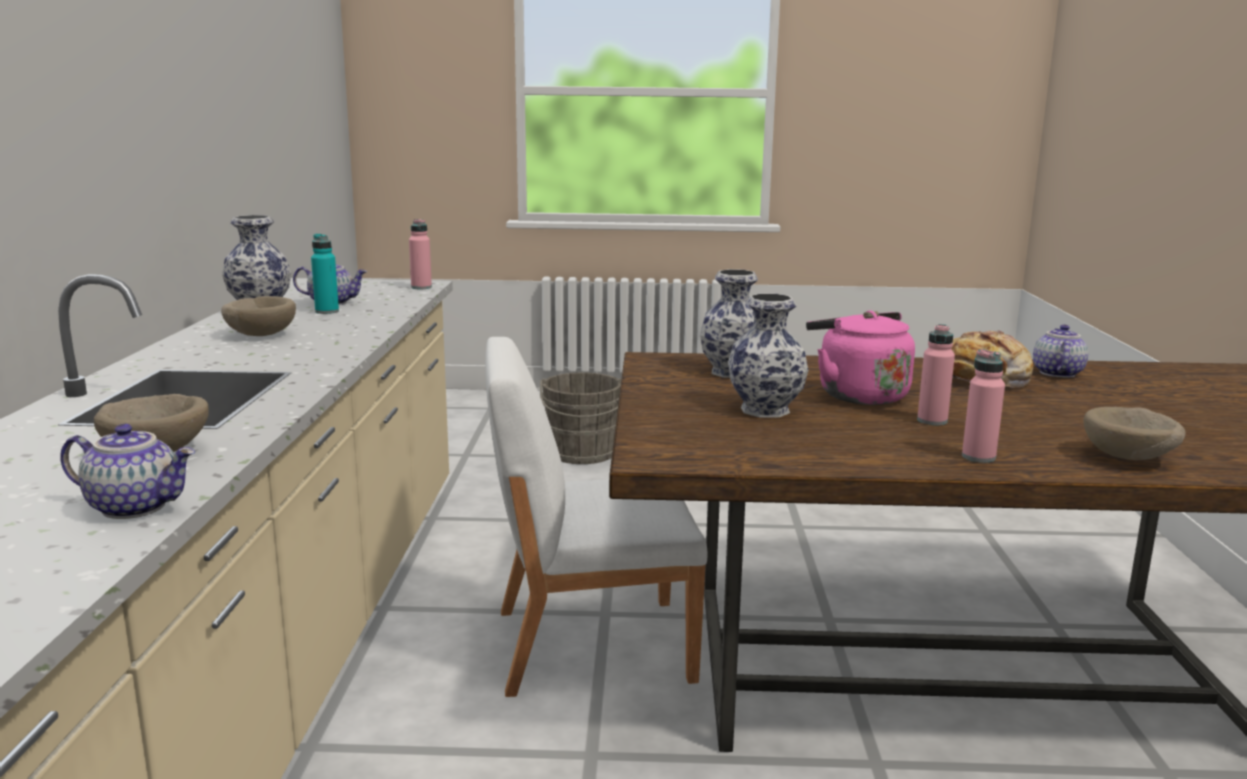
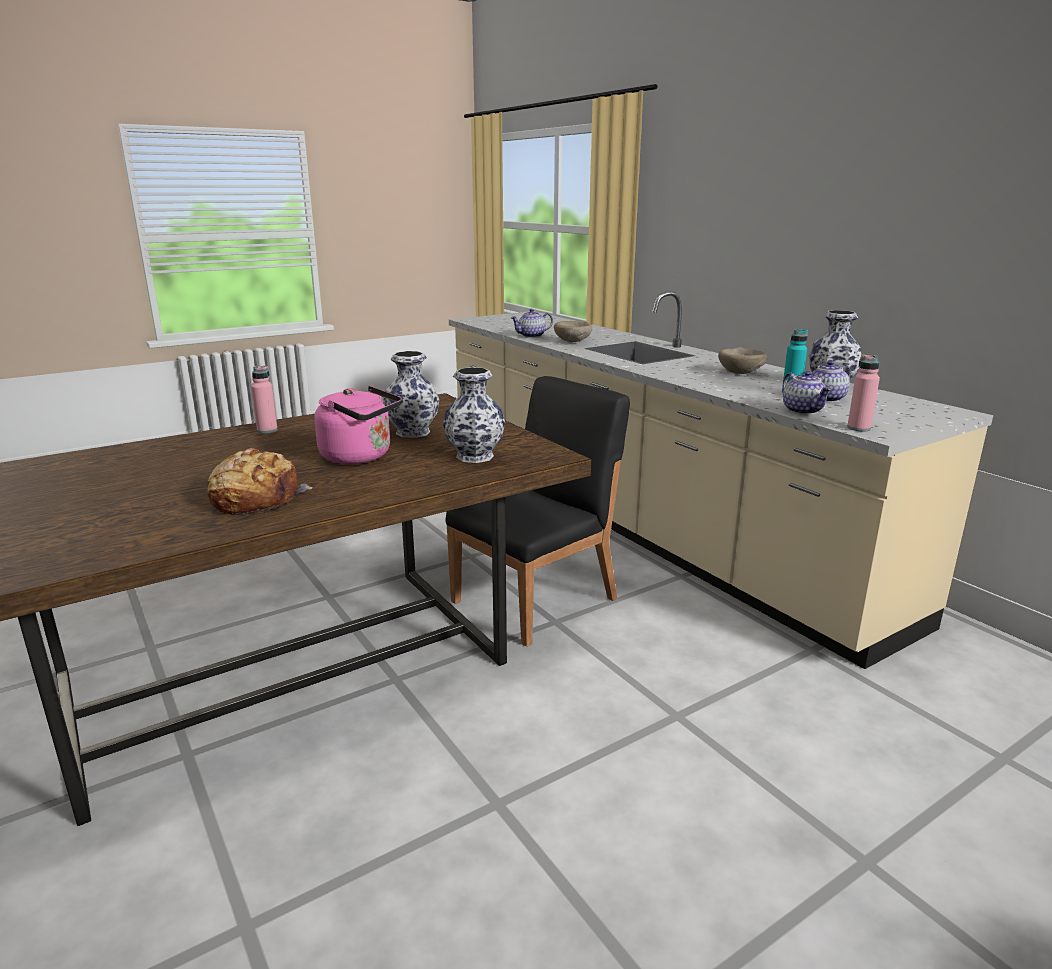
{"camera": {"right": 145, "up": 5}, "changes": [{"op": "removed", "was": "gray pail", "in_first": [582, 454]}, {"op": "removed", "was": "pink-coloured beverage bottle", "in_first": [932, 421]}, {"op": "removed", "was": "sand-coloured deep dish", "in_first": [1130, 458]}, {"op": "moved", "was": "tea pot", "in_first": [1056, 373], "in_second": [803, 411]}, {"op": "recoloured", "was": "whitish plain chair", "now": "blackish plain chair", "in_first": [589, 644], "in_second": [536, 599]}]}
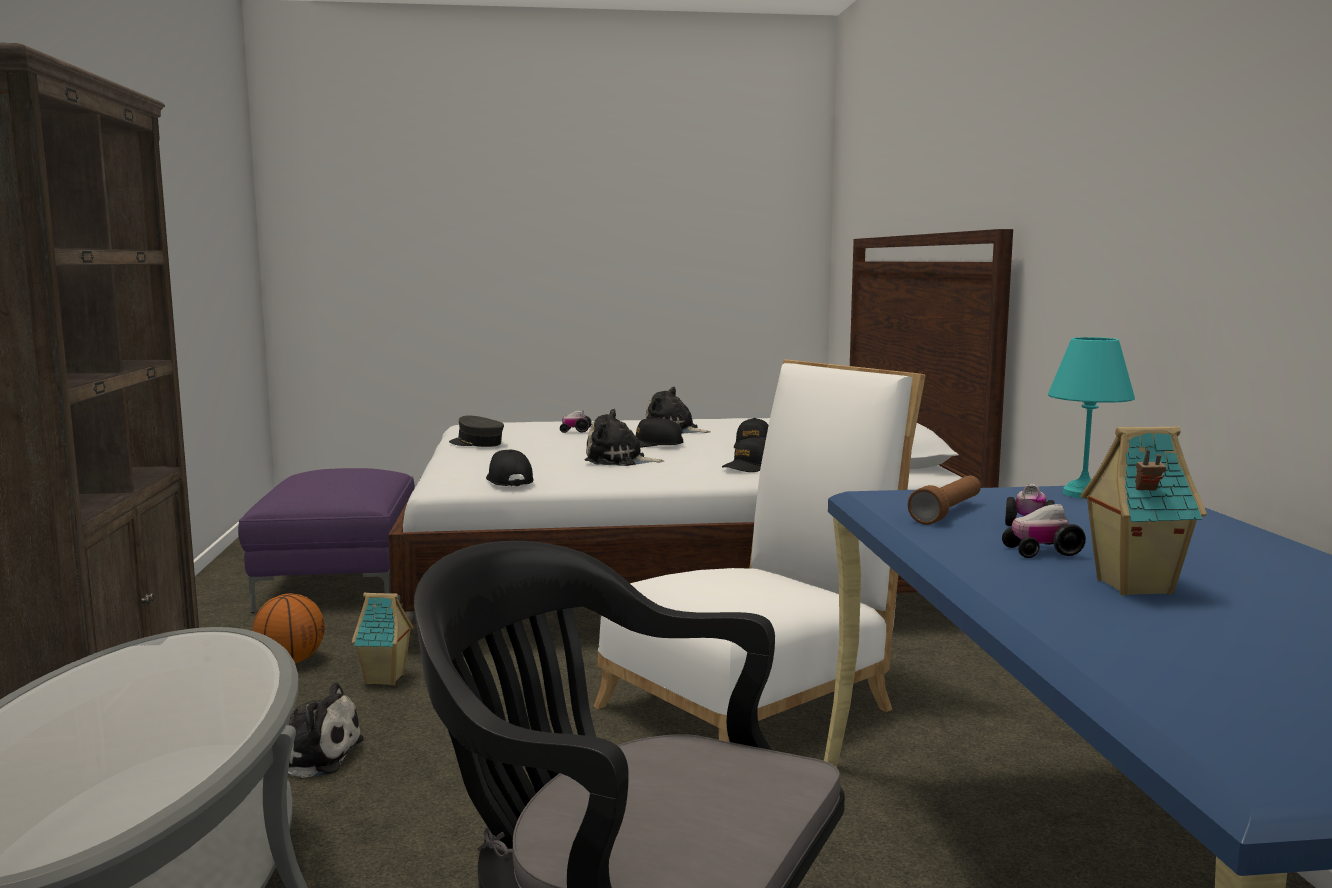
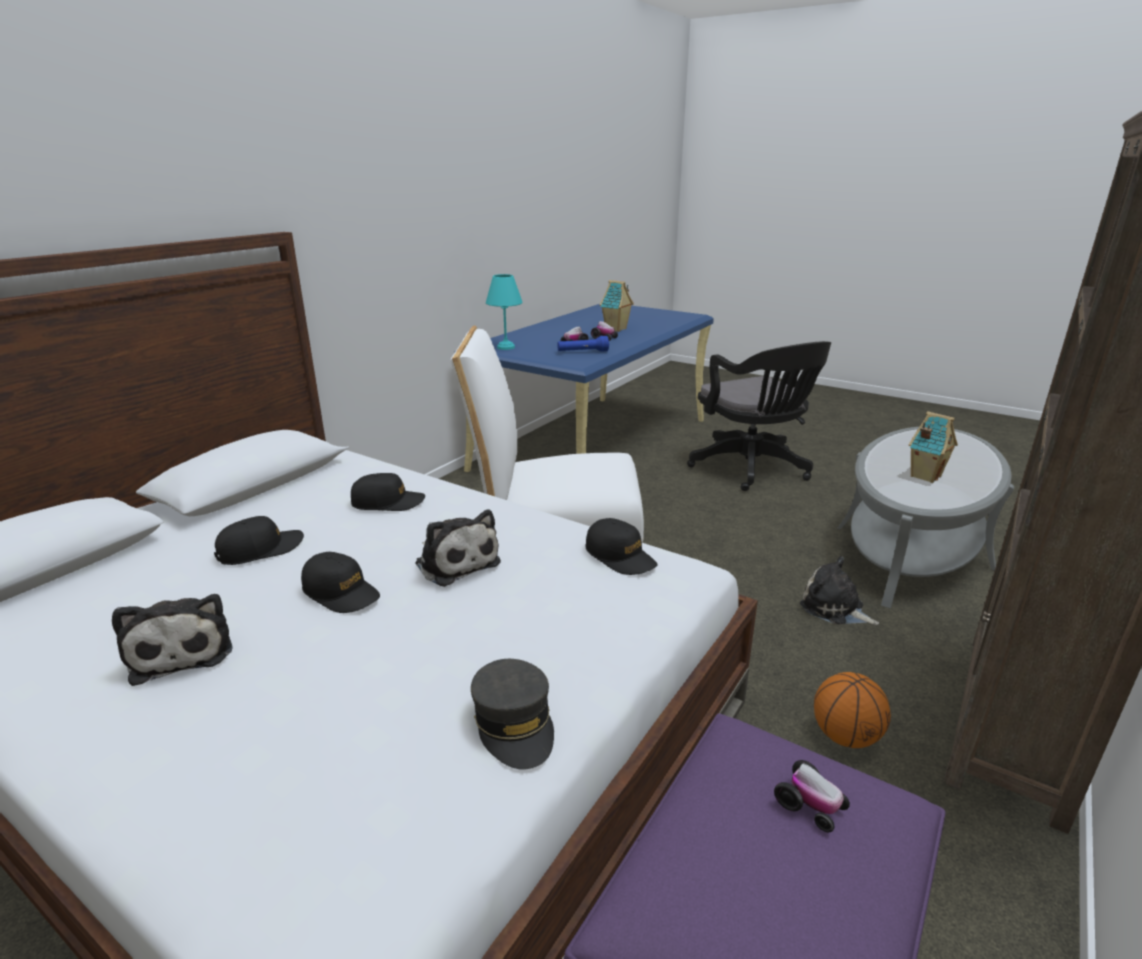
{"camera": {"right": -140, "up": 15}, "changes": [{"op": "moved", "was": "miniature house", "in_first": [386, 679], "in_second": [924, 476]}, {"op": "moved", "was": "model car", "in_first": [575, 431], "in_second": [810, 805]}, {"op": "recoloured", "was": "brown-coloured torch", "now": "blue-coloured torch", "in_first": [947, 513], "in_second": [582, 352]}, {"op": "turned", "was": "blackish cap", "in_first": [508, 480], "in_second": [620, 556], "clockwise": -60}]}
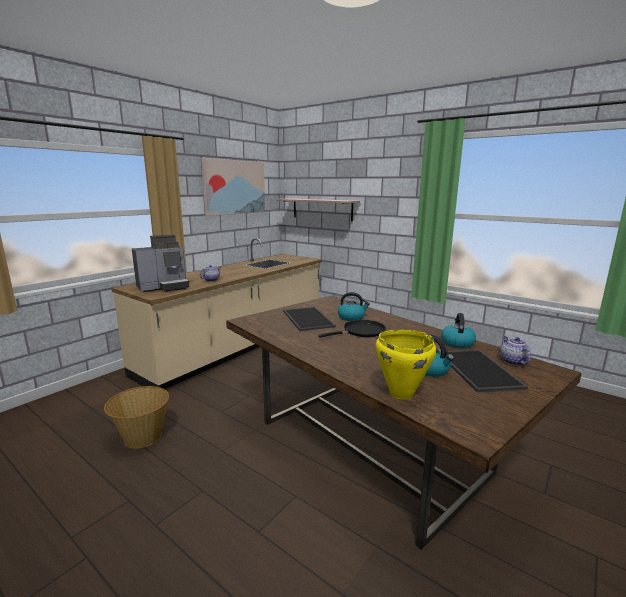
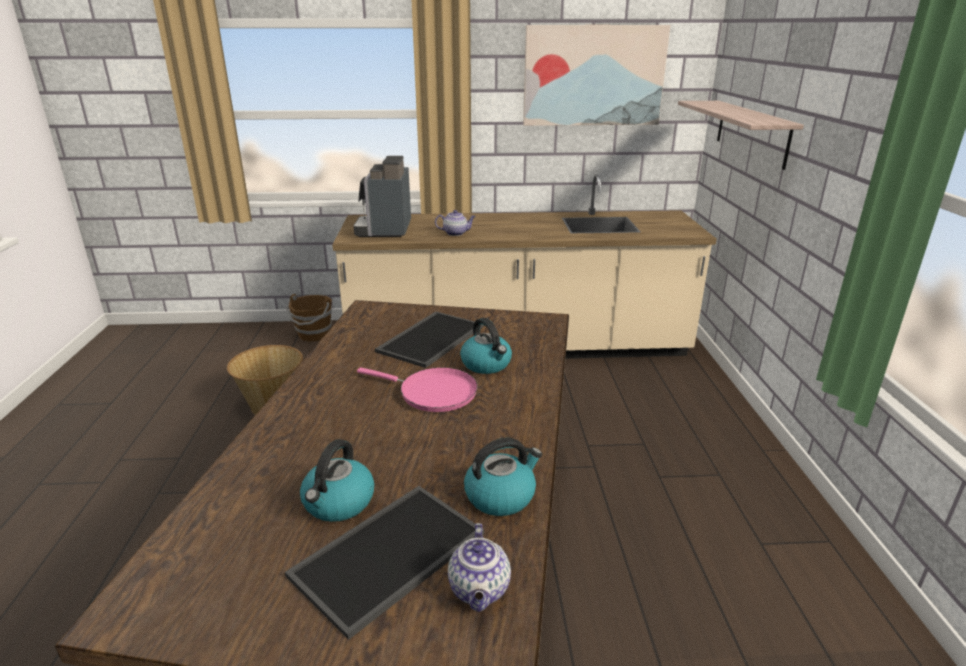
{"camera": {"right": 50, "up": 10}, "changes": [{"op": "removed", "was": "yellow stockpot", "in_first": [400, 393]}, {"op": "added", "now": "brown-coloured pail", "in_second": [314, 335]}, {"op": "recoloured", "was": "blackish pan", "now": "pink-coloured pan", "in_first": [361, 332], "in_second": [433, 393]}, {"op": "turned", "was": "coffee brewer", "in_first": [164, 287], "in_second": [386, 229], "clockwise": 75}, {"op": "turned", "was": "tea pot", "in_first": [512, 361], "in_second": [480, 590], "clockwise": 135}]}
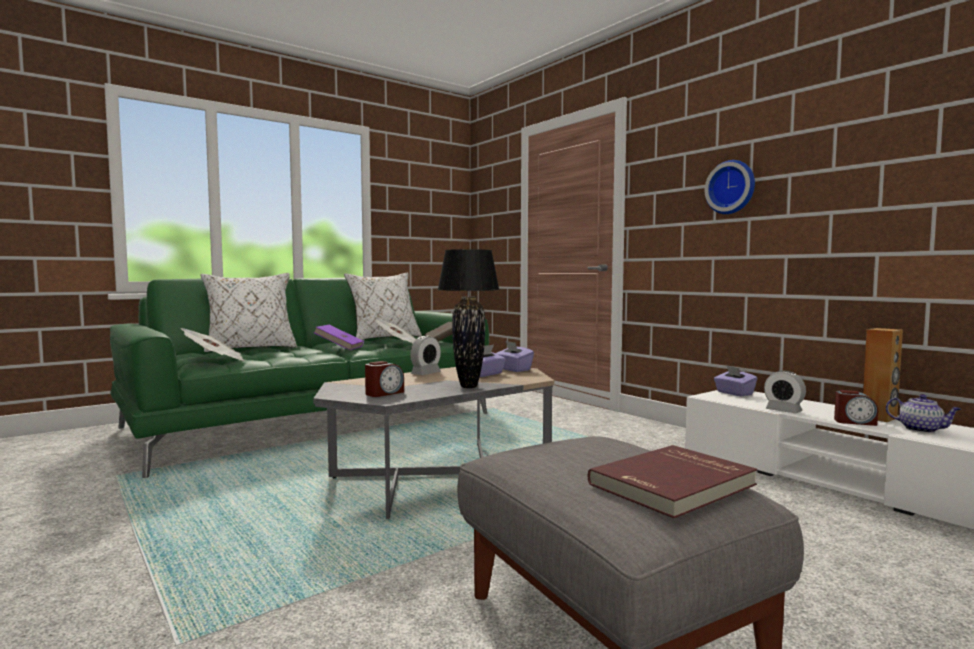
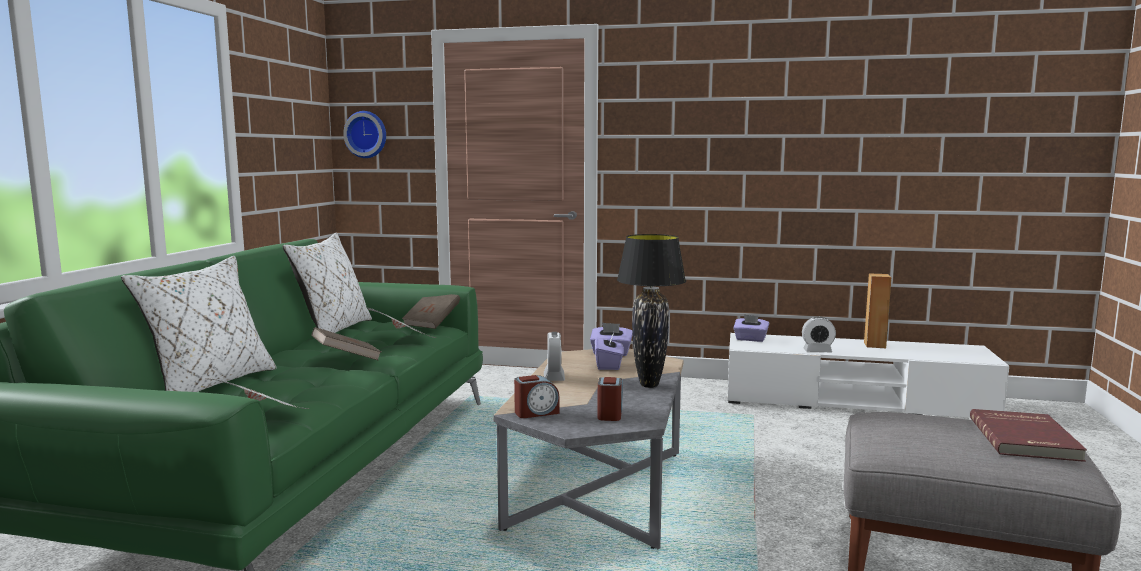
{"camera": {"right": -40, "up": 5}, "changes": [{"op": "removed", "was": "tea pot", "in_first": [921, 429]}, {"op": "moved", "was": "hanging clock", "in_first": [731, 187], "in_second": [366, 134]}, {"op": "moved", "was": "alarm clock", "in_first": [854, 422], "in_second": [536, 412]}, {"op": "recoloured", "was": "purplish bound book", "now": "brown-coloured bound book", "in_first": [339, 348], "in_second": [347, 359]}]}
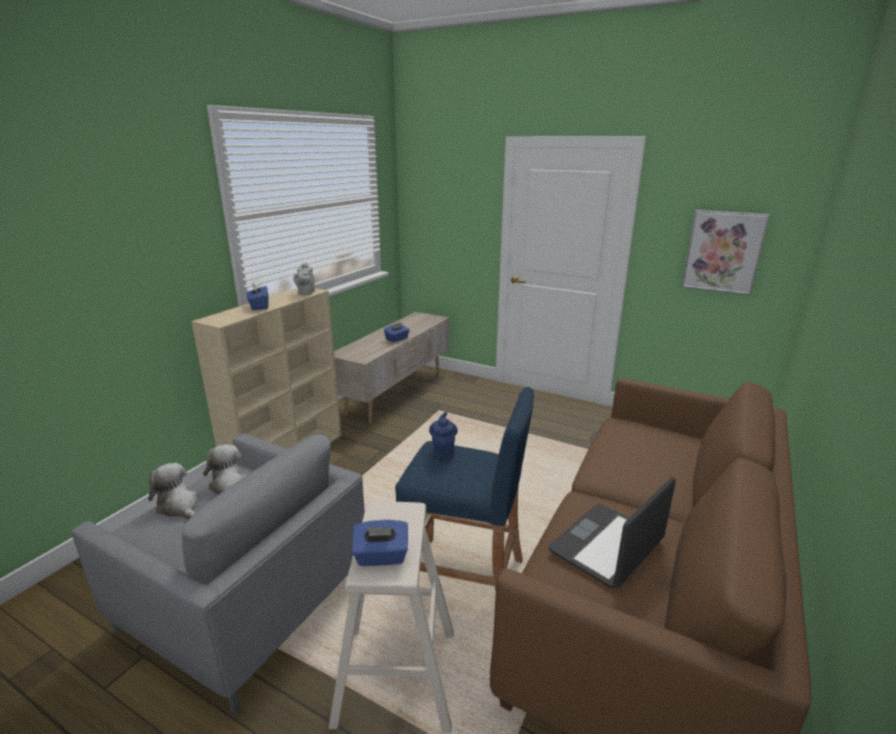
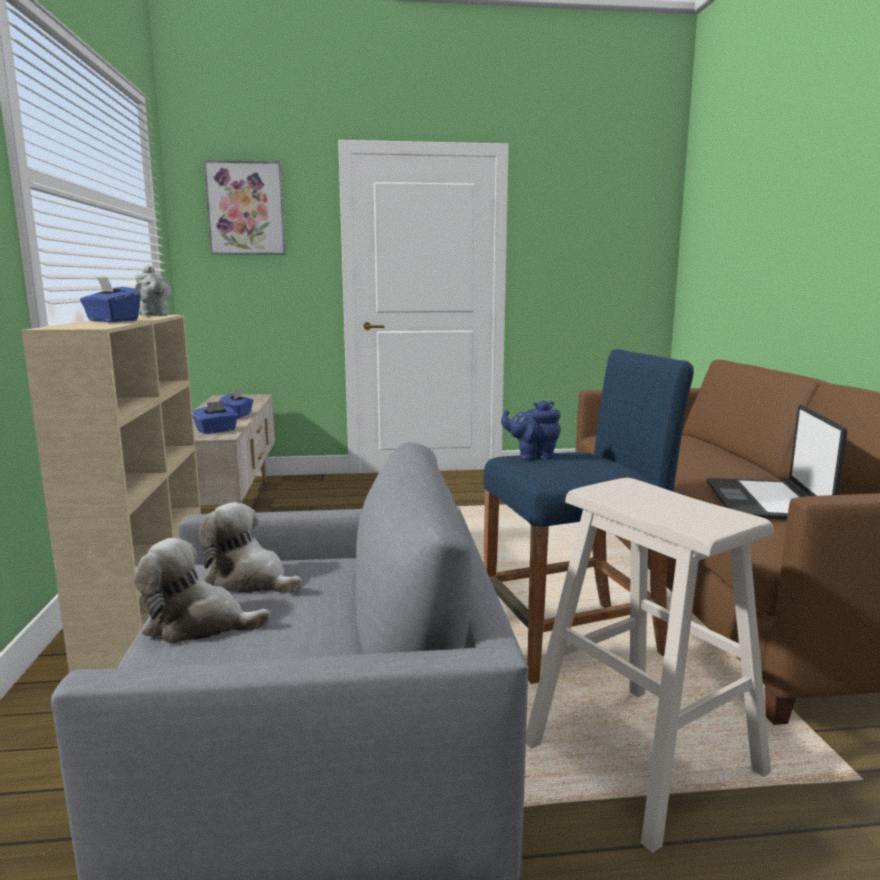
{"camera": {"right": -35, "up": -10}, "changes": [{"op": "moved", "was": "blue-coloured tissue holder", "in_first": [381, 557], "in_second": [216, 430]}, {"op": "moved", "was": "picture", "in_first": [723, 252], "in_second": [246, 208]}, {"op": "turned", "was": "blue-coloured tea pot", "in_first": [443, 451], "in_second": [533, 456], "clockwise": -60}]}
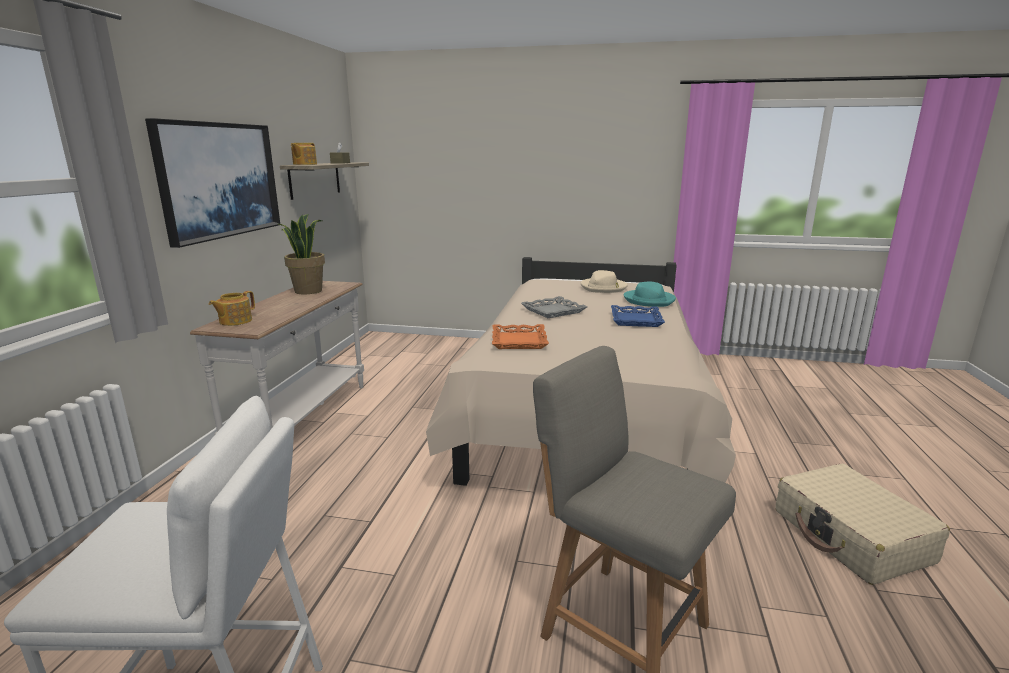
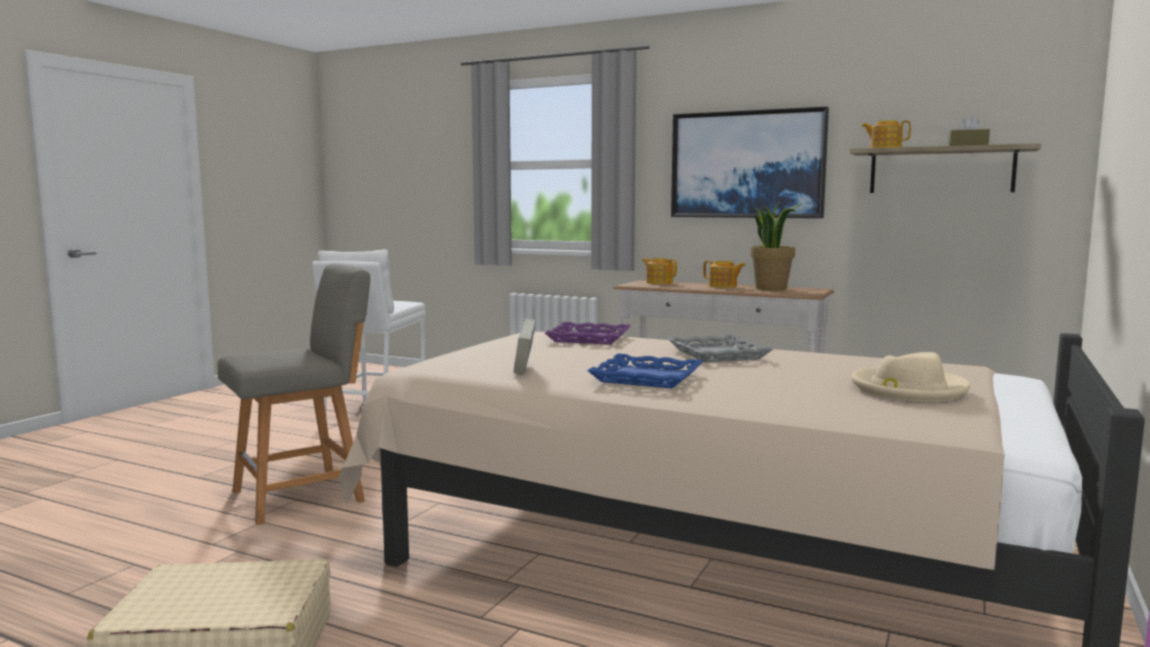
{"camera": {"right": 105, "up": -10}, "changes": [{"op": "removed", "was": "turquoise clothing hat", "in_first": [649, 300]}, {"op": "added", "now": "bound book", "in_second": [525, 369]}, {"op": "added", "now": "tea pot", "in_second": [723, 286]}, {"op": "recoloured", "was": "orange tray", "now": "purplish tray", "in_first": [518, 341], "in_second": [589, 338]}]}
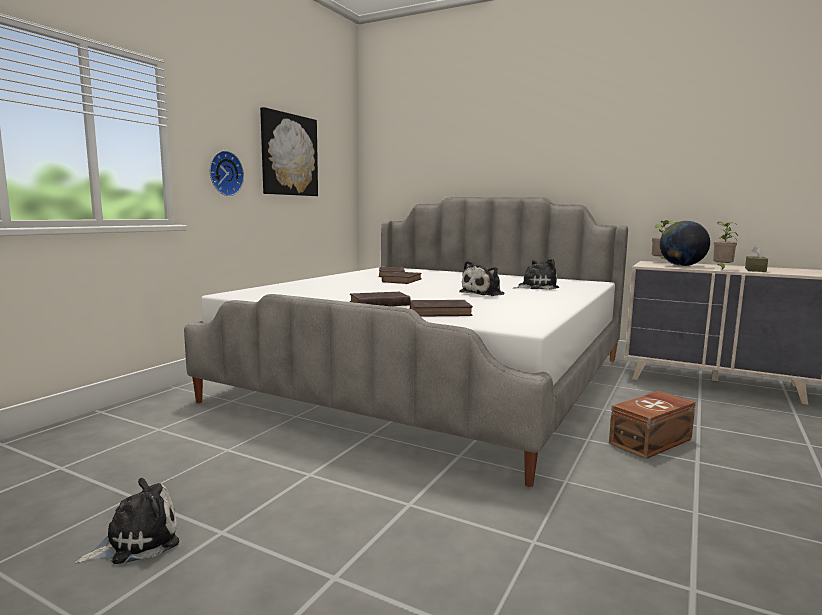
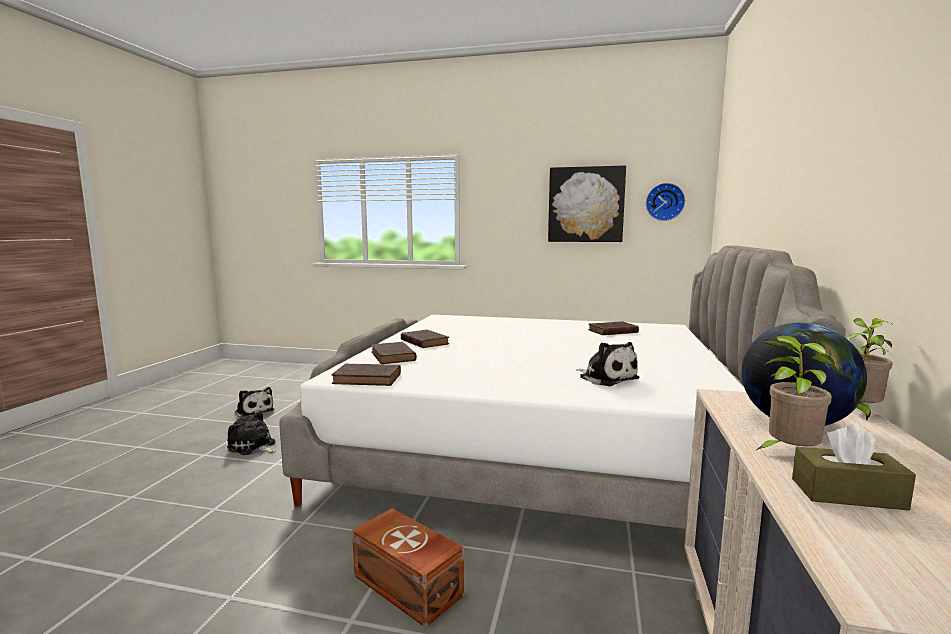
{"camera": {"right": 75, "up": 0}, "changes": [{"op": "moved", "was": "hanging clock", "in_first": [224, 173], "in_second": [664, 202]}, {"op": "moved", "was": "brown-coloured bound book", "in_first": [402, 280], "in_second": [369, 379]}, {"op": "moved", "was": "cuddly toy", "in_first": [484, 293], "in_second": [253, 447]}]}
